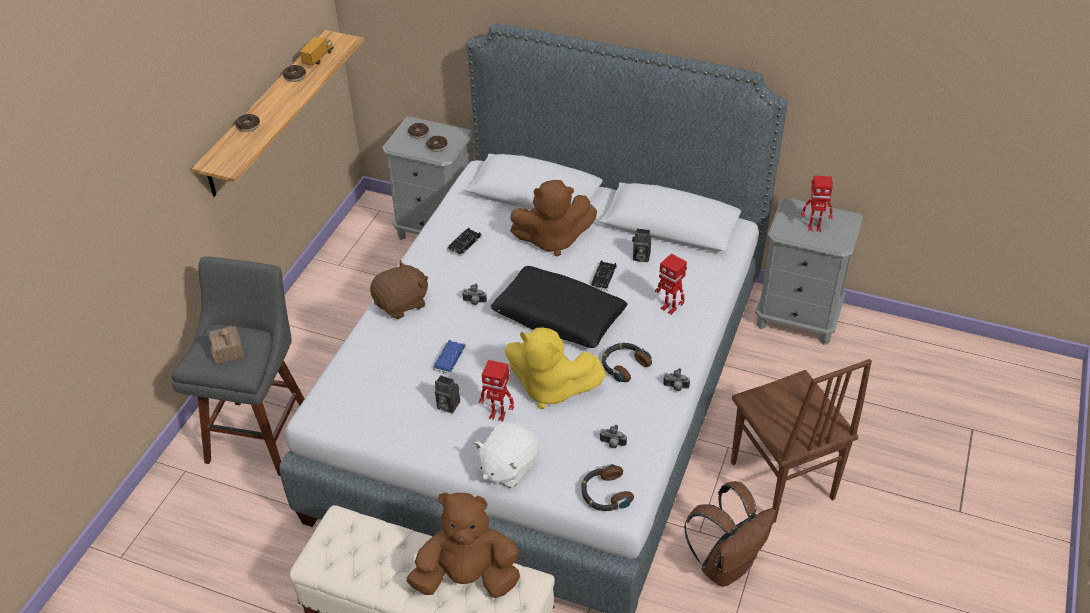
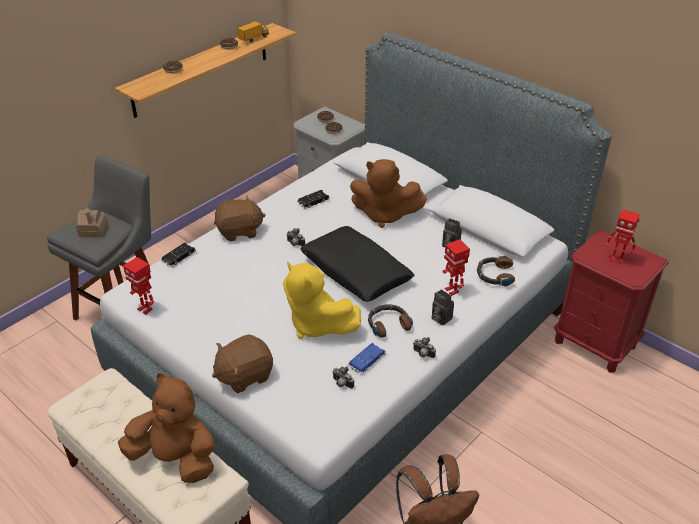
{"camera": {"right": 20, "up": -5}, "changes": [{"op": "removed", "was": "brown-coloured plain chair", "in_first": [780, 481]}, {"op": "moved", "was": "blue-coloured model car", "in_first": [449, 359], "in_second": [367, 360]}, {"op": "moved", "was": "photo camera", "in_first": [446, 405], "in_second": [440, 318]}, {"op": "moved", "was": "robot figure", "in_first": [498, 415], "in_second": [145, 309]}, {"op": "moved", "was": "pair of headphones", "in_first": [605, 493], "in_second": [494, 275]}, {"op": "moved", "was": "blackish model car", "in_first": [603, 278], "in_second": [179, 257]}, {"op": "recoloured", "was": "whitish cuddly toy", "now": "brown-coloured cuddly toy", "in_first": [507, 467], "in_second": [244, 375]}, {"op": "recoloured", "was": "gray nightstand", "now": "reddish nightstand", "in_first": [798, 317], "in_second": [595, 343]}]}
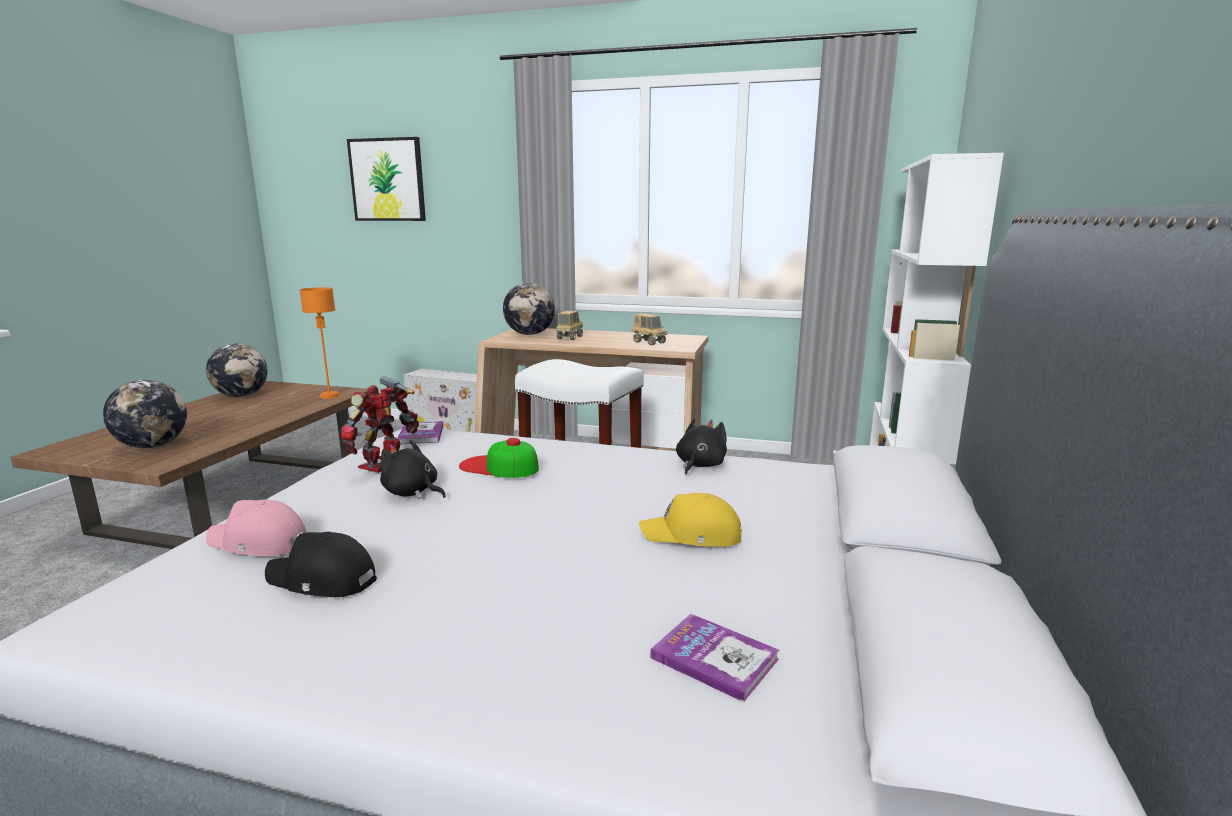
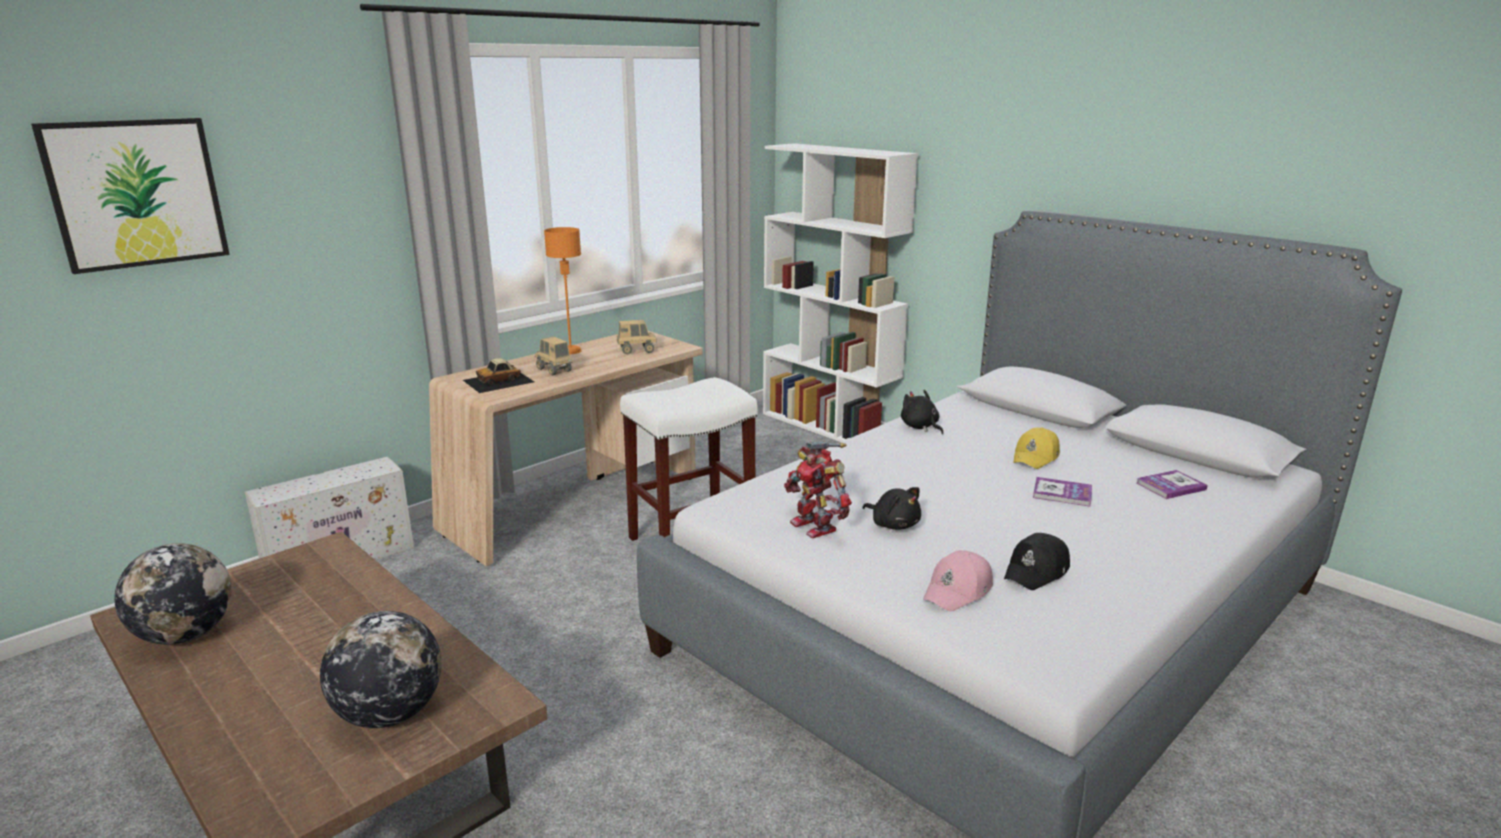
{"camera": {"right": -60, "up": 5}, "changes": [{"op": "removed", "was": "cap", "in_first": [499, 467]}, {"op": "moved", "was": "orange table lamp", "in_first": [329, 396], "in_second": [571, 351]}, {"op": "moved", "was": "bound book", "in_first": [421, 434], "in_second": [1062, 493]}, {"op": "replaced", "was": "world globe", "now": "model car", "in_first": [530, 334], "in_second": [499, 381]}, {"op": "turned", "was": "blackish cuddly toy", "in_first": [412, 493], "in_second": [893, 524], "clockwise": -105}]}
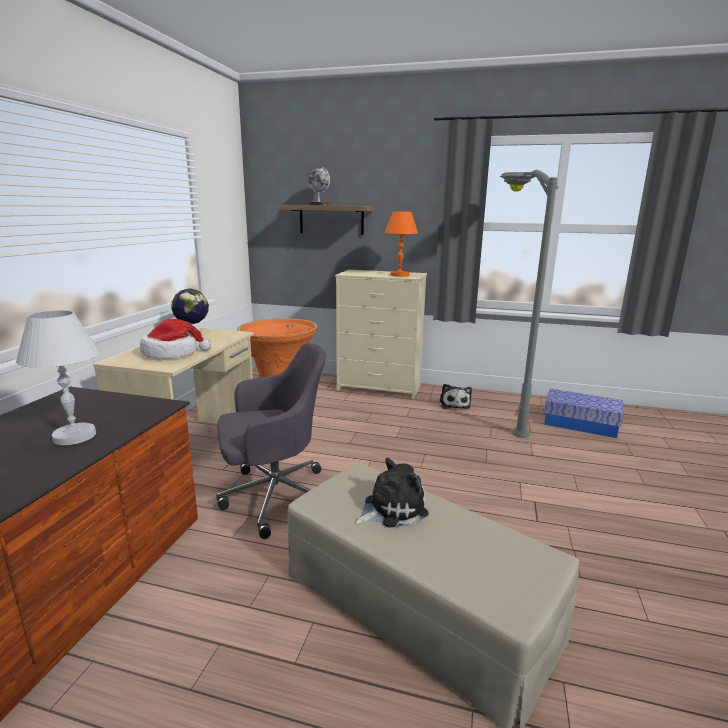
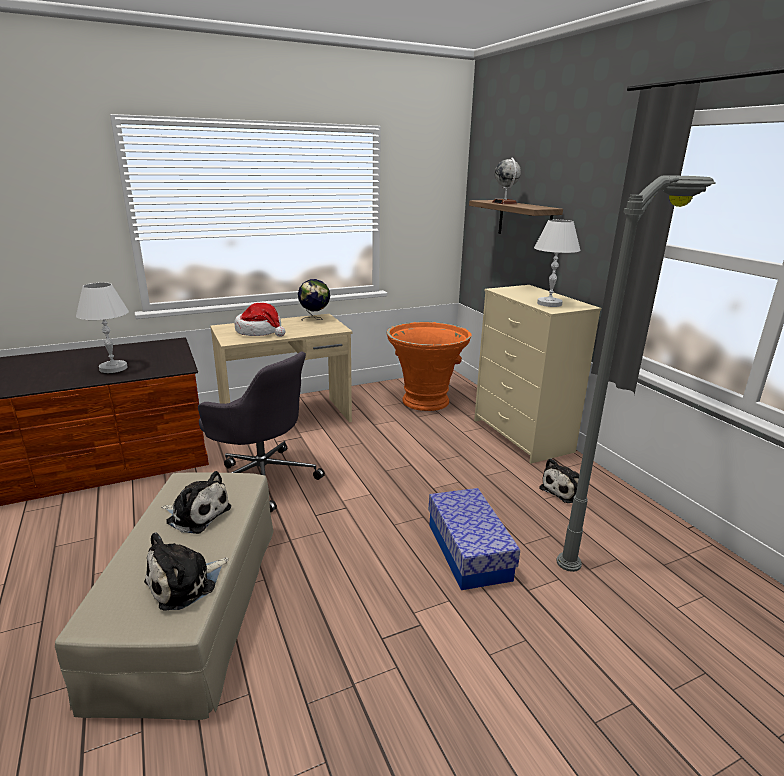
{"camera": {"right": 50, "up": 5}, "changes": [{"op": "added", "now": "cuddly toy", "in_second": [185, 583]}, {"op": "moved", "was": "storage bin", "in_first": [580, 424], "in_second": [468, 551]}, {"op": "recoloured", "was": "orange table lamp", "now": "whitish table lamp", "in_first": [399, 275], "in_second": [549, 303]}]}
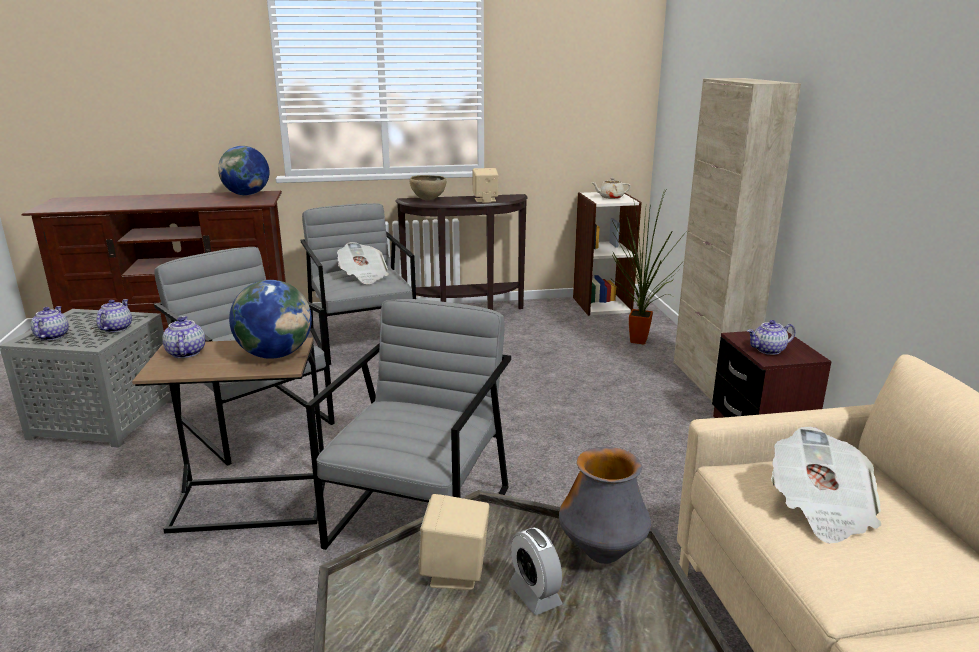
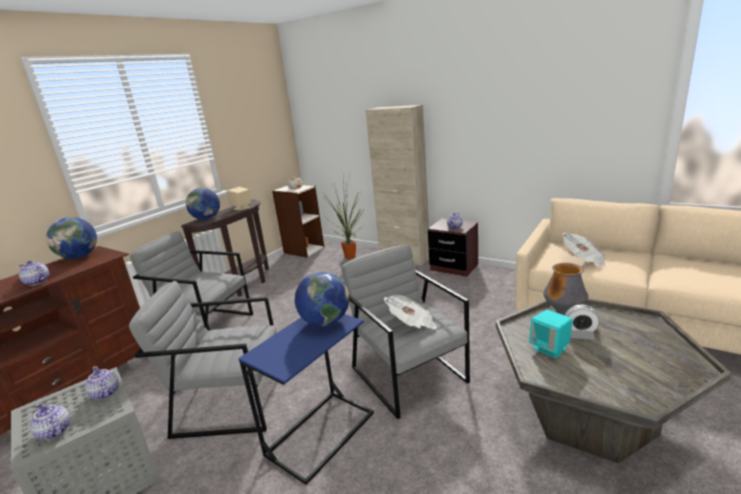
{"camera": {"right": -45, "up": 0}, "changes": [{"op": "moved", "was": "tea pot", "in_first": [185, 353], "in_second": [37, 282]}, {"op": "moved", "was": "daily paper", "in_first": [363, 276], "in_second": [412, 324]}, {"op": "replaced", "was": "brown-coloured deep dish", "now": "world globe", "in_first": [428, 200], "in_second": [206, 219]}, {"op": "recoloured", "was": "brown-coloured end table", "now": "blue-coloured end table", "in_first": [250, 502], "in_second": [321, 433]}, {"op": "recoloured", "was": "sand-coloured loudspeaker", "now": "turquoise loudspeaker", "in_first": [455, 572], "in_second": [550, 348]}]}
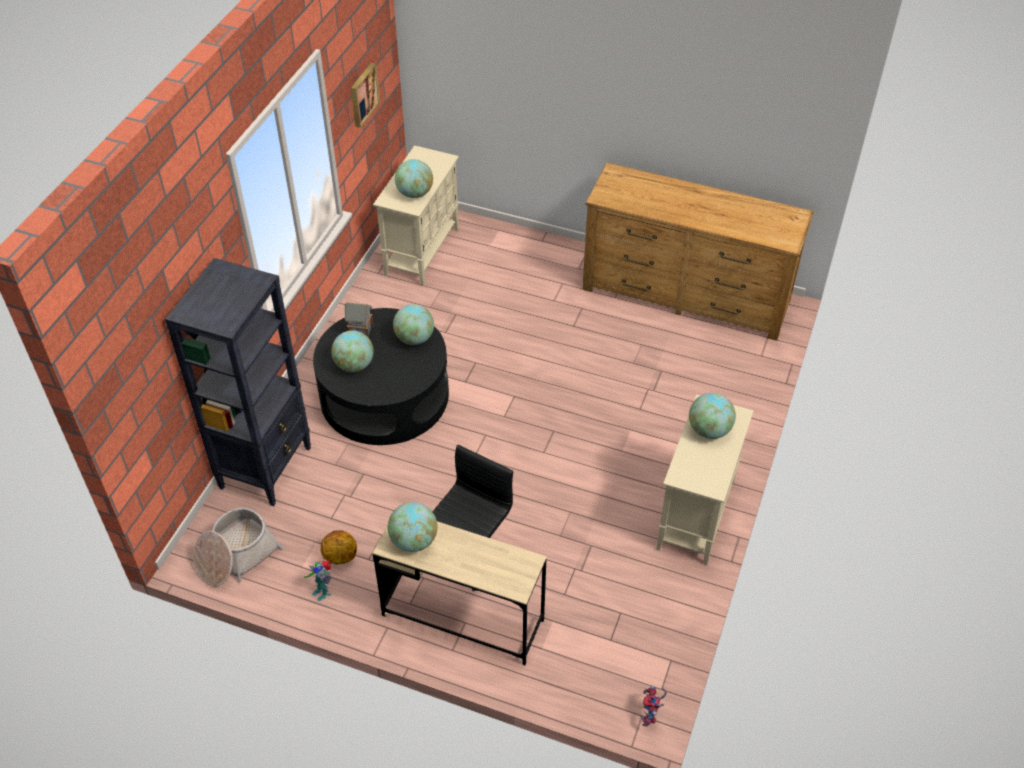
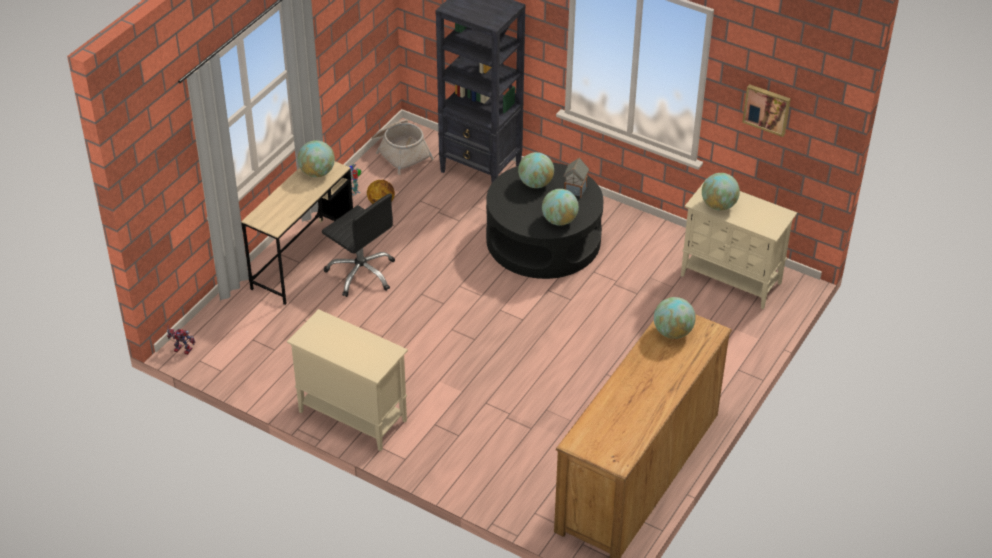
{"camera": {"right": 100, "up": -5}, "changes": [{"op": "moved", "was": "world globe", "in_first": [709, 430], "in_second": [673, 332]}]}
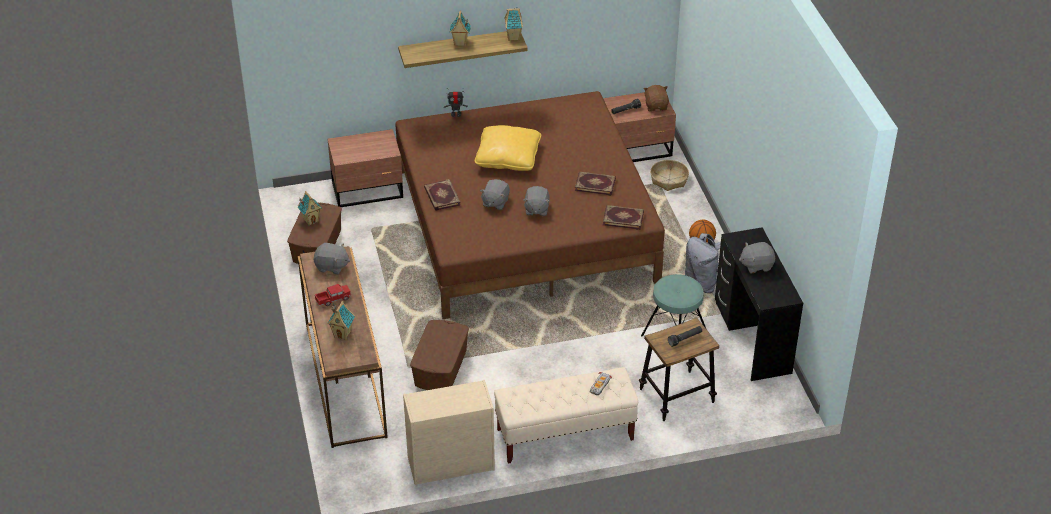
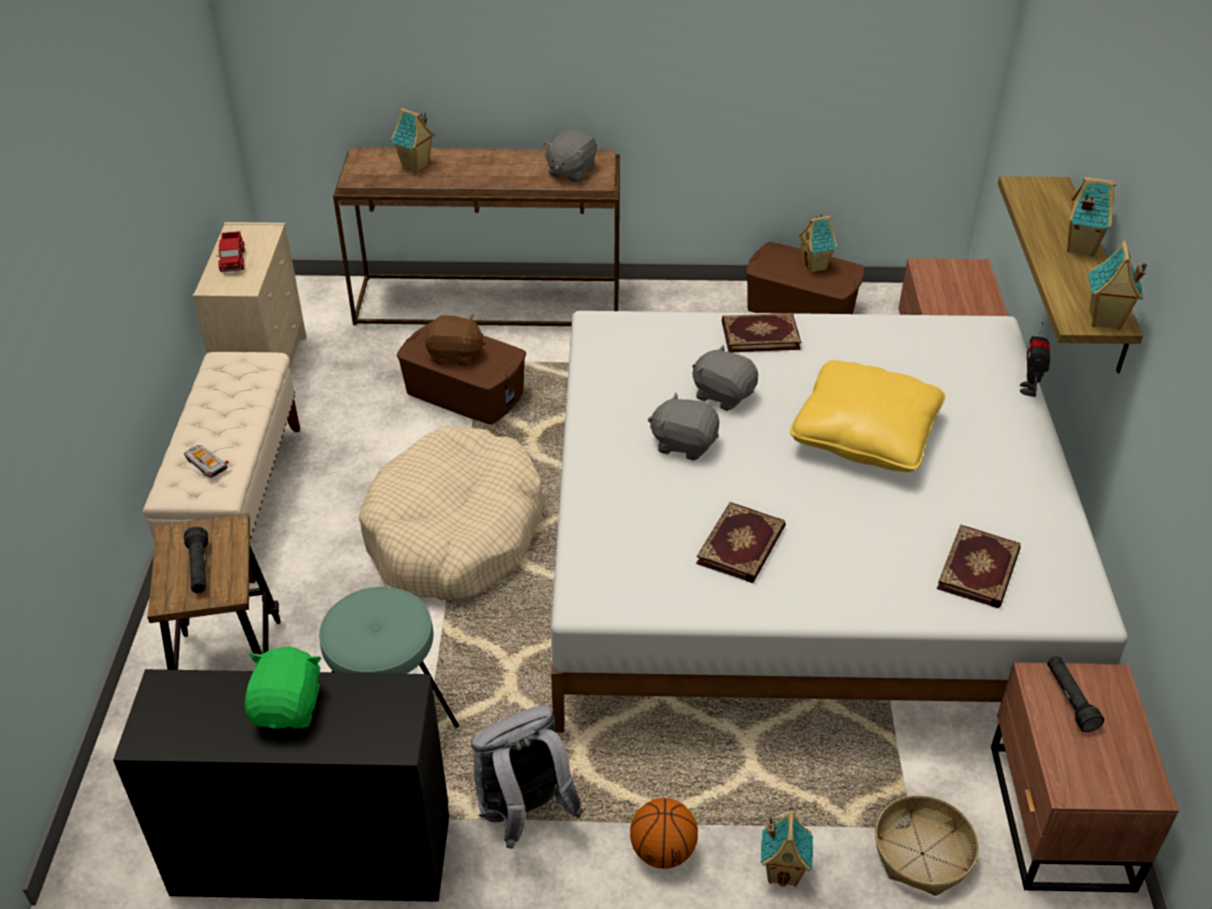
{"camera": {"right": 105, "up": 0}, "changes": [{"op": "added", "now": "sand-coloured pet bed", "in_second": [455, 533]}, {"op": "added", "now": "miniature house", "in_second": [783, 871]}, {"op": "moved", "was": "toy truck", "in_first": [333, 299], "in_second": [233, 259]}, {"op": "moved", "was": "bound book", "in_first": [623, 218], "in_second": [980, 570]}, {"op": "moved", "was": "brown-coloured cuddly toy", "in_first": [656, 106], "in_second": [455, 355]}, {"op": "recoloured", "was": "brown-coloured bedroom bed", "now": "whitish bedroom bed", "in_first": [525, 225], "in_second": [799, 557]}, {"op": "recoloured", "was": "gray cuddly toy", "now": "green cuddly toy", "in_first": [756, 265], "in_second": [288, 707]}]}
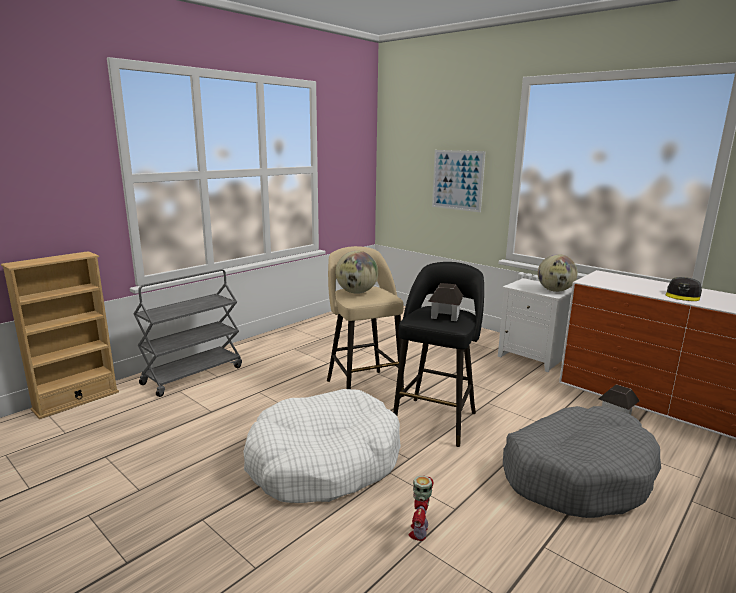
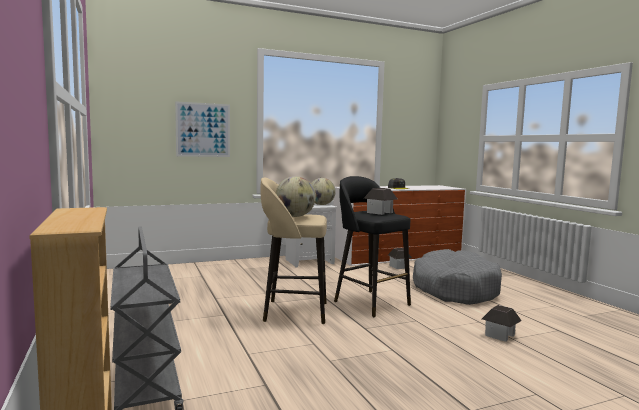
{"camera": {"right": -65, "up": -10}, "changes": [{"op": "removed", "was": "whitish pet bed", "in_first": [323, 462]}, {"op": "replaced", "was": "robot figure", "now": "miniature house", "in_first": [419, 531], "in_second": [500, 335]}]}
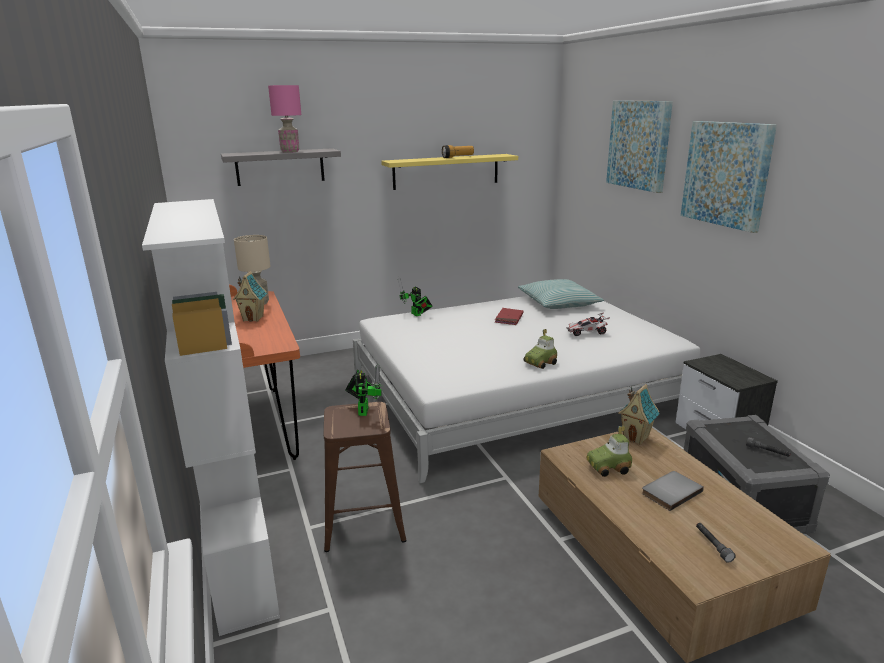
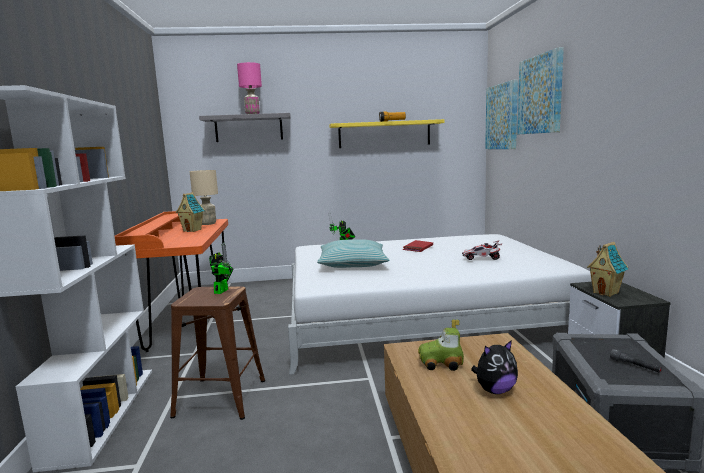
{"camera": {"right": 15, "up": -10}, "changes": [{"op": "removed", "was": "model car", "in_first": [540, 363]}, {"op": "removed", "was": "gray torch", "in_first": [713, 545]}, {"op": "moved", "was": "pillow", "in_first": [558, 303], "in_second": [352, 263]}, {"op": "moved", "was": "miniature house", "in_first": [636, 438], "in_second": [606, 293]}, {"op": "moved", "was": "picture", "in_first": [726, 174], "in_second": [502, 117]}, {"op": "replaced", "was": "gray bound book", "now": "cuddly toy", "in_first": [670, 491], "in_second": [495, 390]}]}
